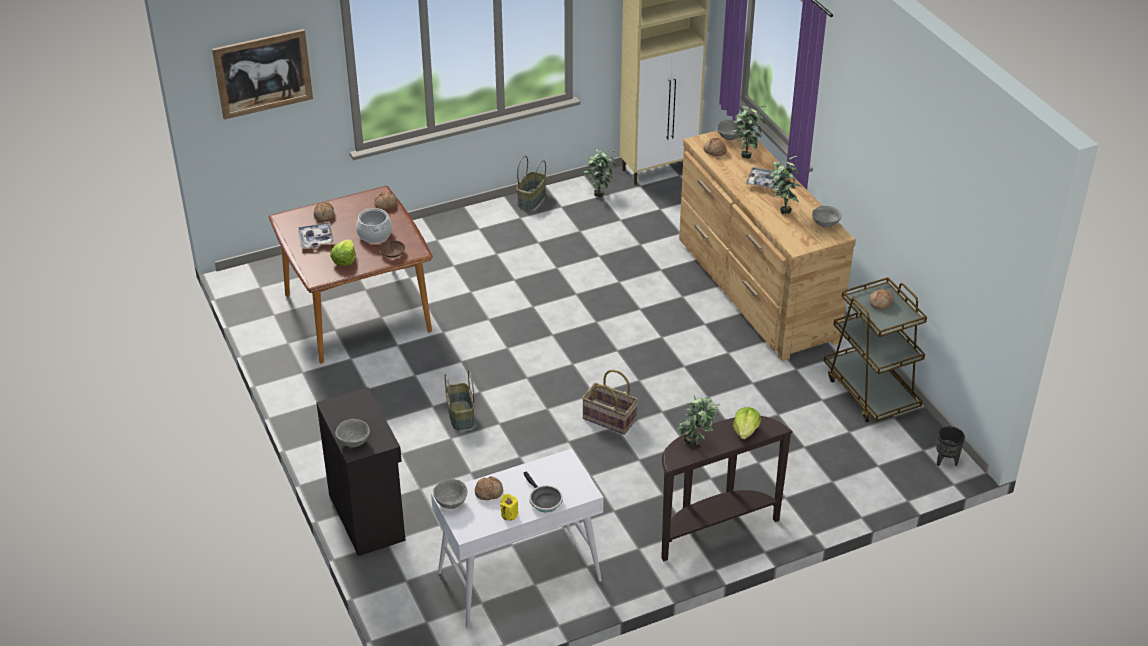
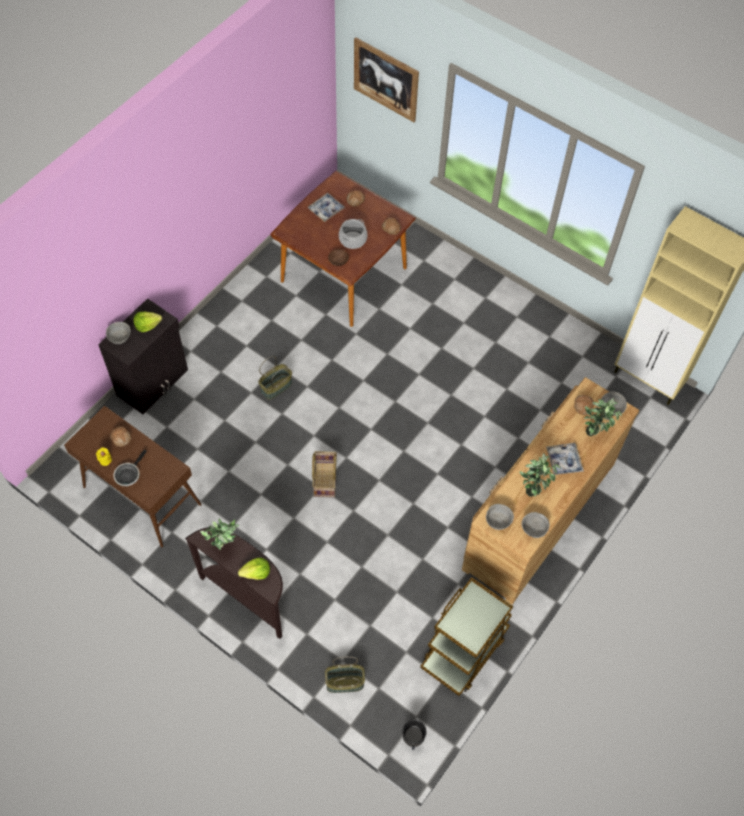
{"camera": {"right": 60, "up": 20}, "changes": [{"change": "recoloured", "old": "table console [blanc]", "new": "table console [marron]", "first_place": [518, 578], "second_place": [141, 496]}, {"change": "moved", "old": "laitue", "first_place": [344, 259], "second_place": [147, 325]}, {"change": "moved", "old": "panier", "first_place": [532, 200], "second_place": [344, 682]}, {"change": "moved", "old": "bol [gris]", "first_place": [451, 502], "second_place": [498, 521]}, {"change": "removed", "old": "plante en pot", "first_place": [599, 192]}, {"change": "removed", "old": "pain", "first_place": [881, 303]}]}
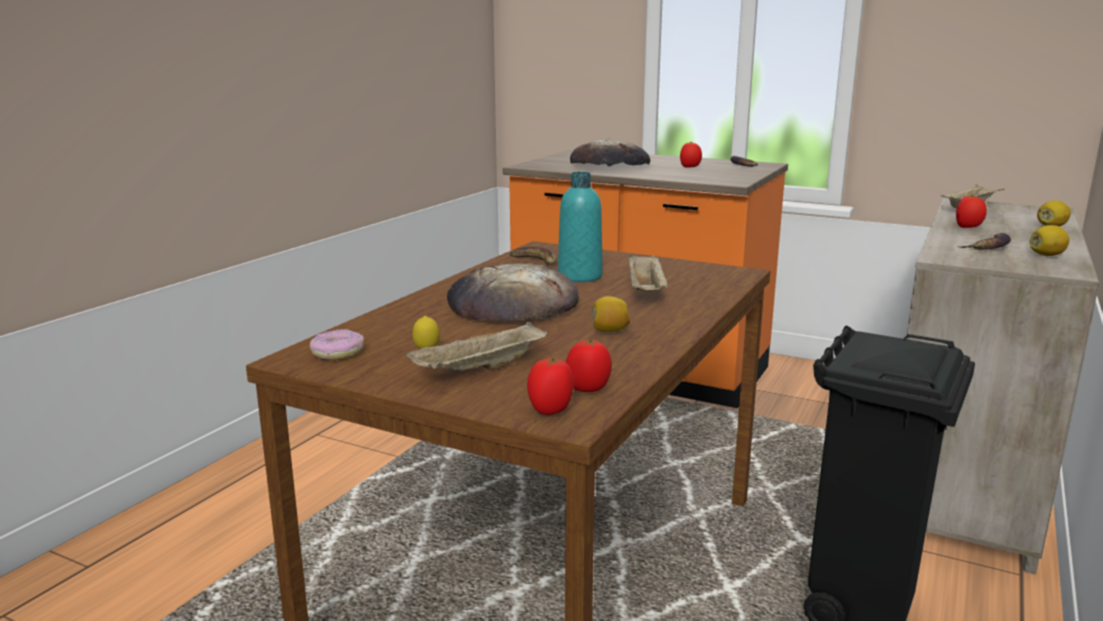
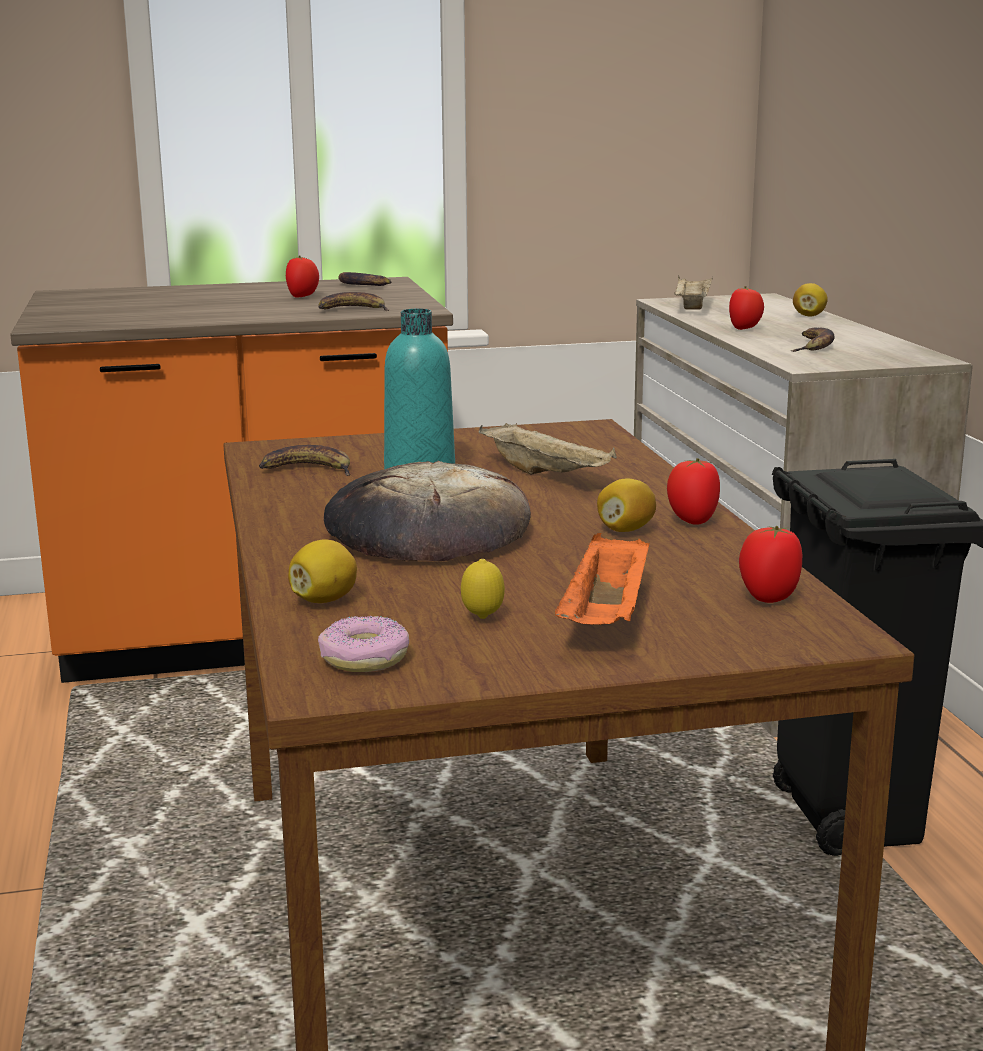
{"camera": {"right": -40, "up": 0}, "changes": [{"change": "moved", "old": "citron", "first_place": [1046, 255], "second_place": [324, 600]}, {"change": "added", "new": "banane", "second_place": [352, 309]}, {"change": "recoloured", "old": "plateau [beige]", "new": "plateau [orange]", "first_place": [480, 370], "second_place": [606, 618]}, {"change": "moved", "old": "tomate", "first_place": [550, 410], "second_place": [691, 521]}, {"change": "removed", "old": "pain", "first_place": [609, 165]}]}
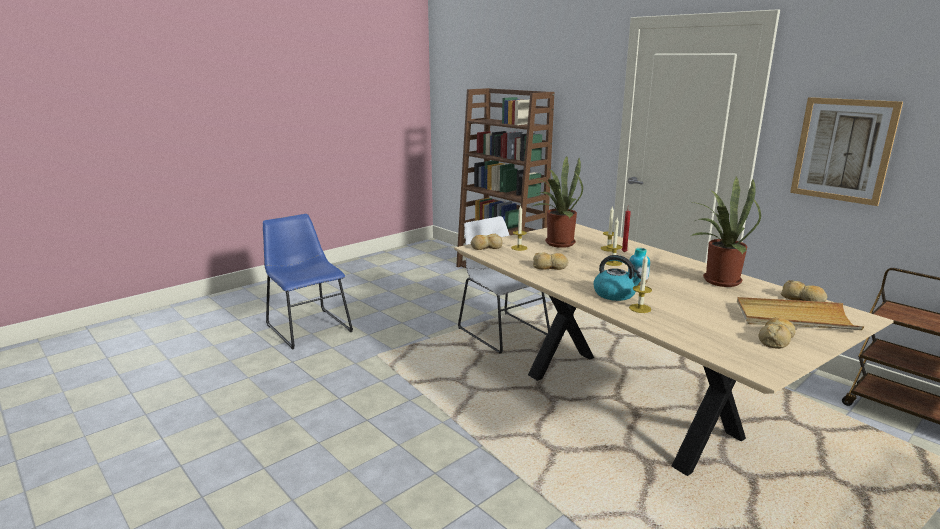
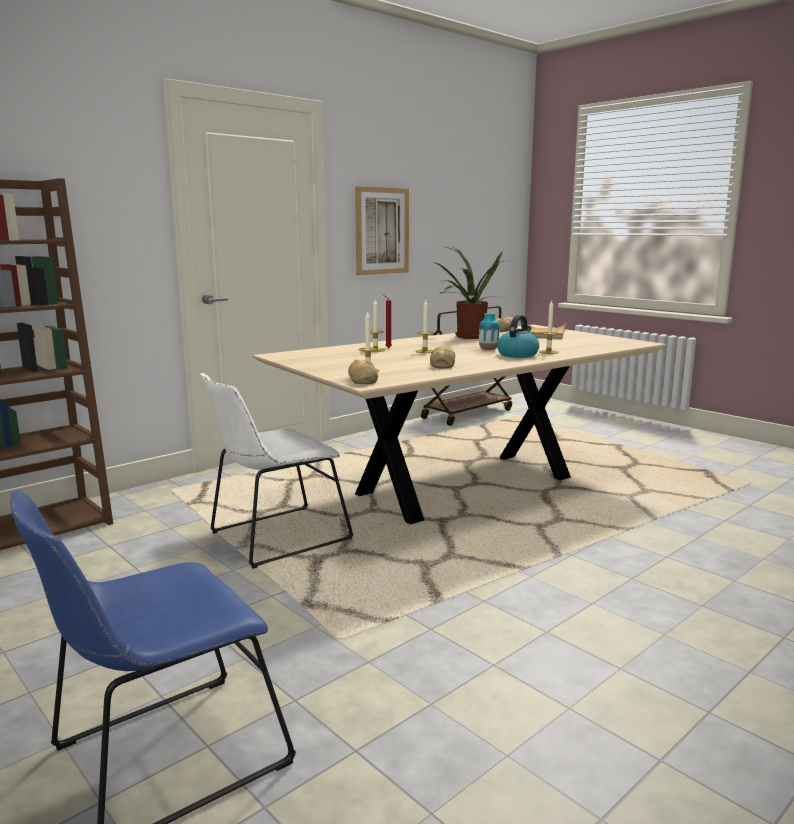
{"camera": {"right": -90, "up": -5}, "changes": [{"change": "removed", "old": "plante en pot", "first_place": [556, 243]}, {"change": "removed", "old": "pain", "first_place": [776, 339]}]}
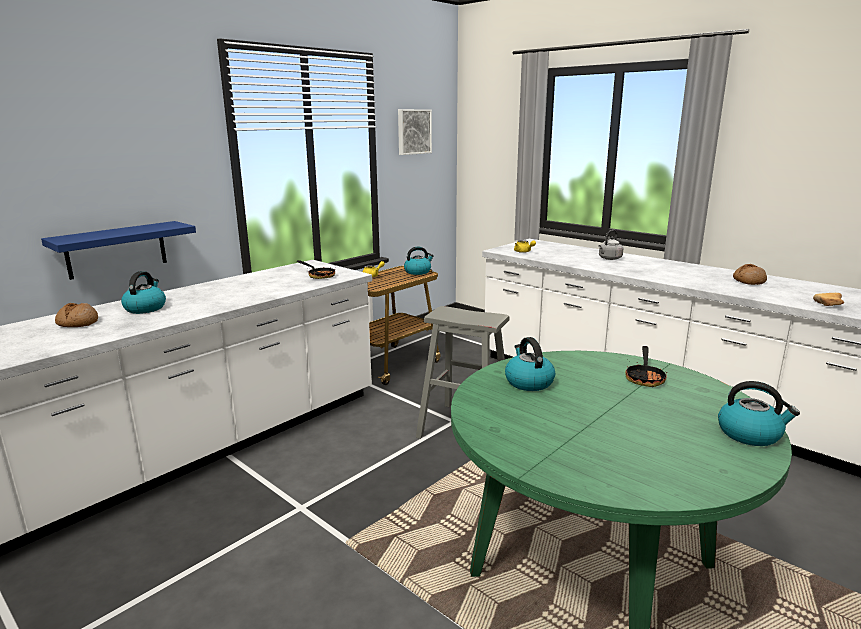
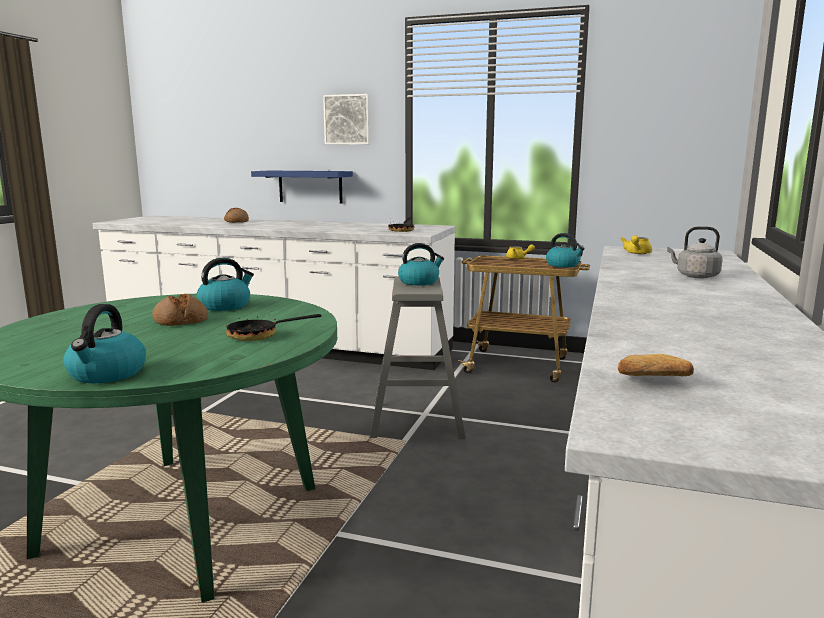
{"camera": {"right": 65, "up": -5}, "changes": [{"change": "moved", "old": "pain", "first_place": [748, 281], "second_place": [180, 320]}, {"change": "moved", "old": "tableau", "first_place": [413, 131], "second_place": [348, 120]}, {"change": "moved", "old": "bouilloire", "first_place": [145, 308], "second_place": [419, 282]}]}
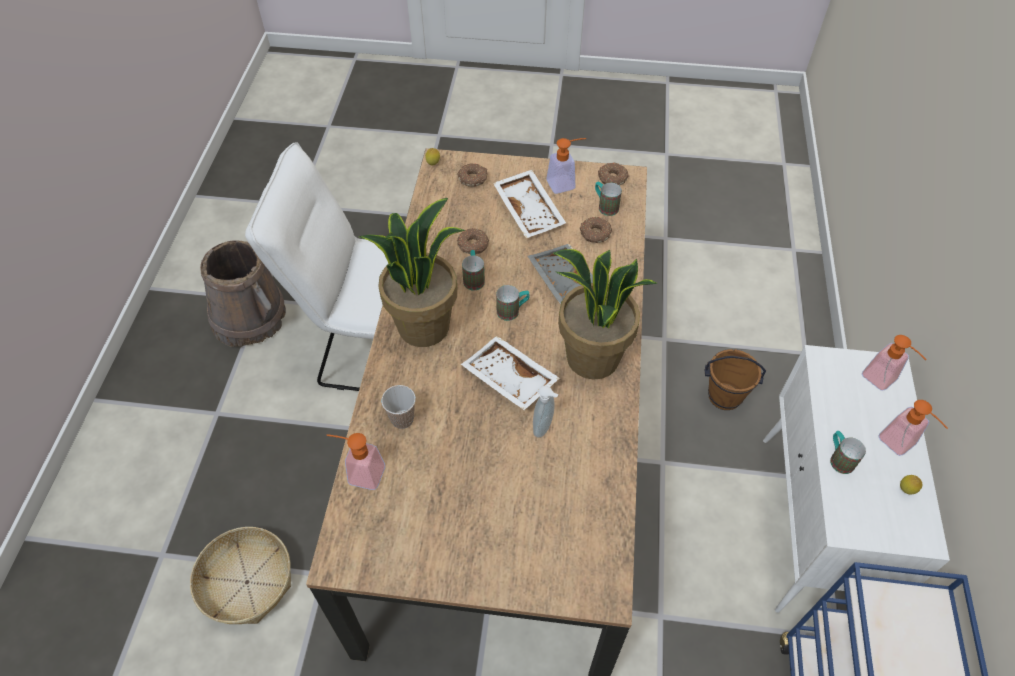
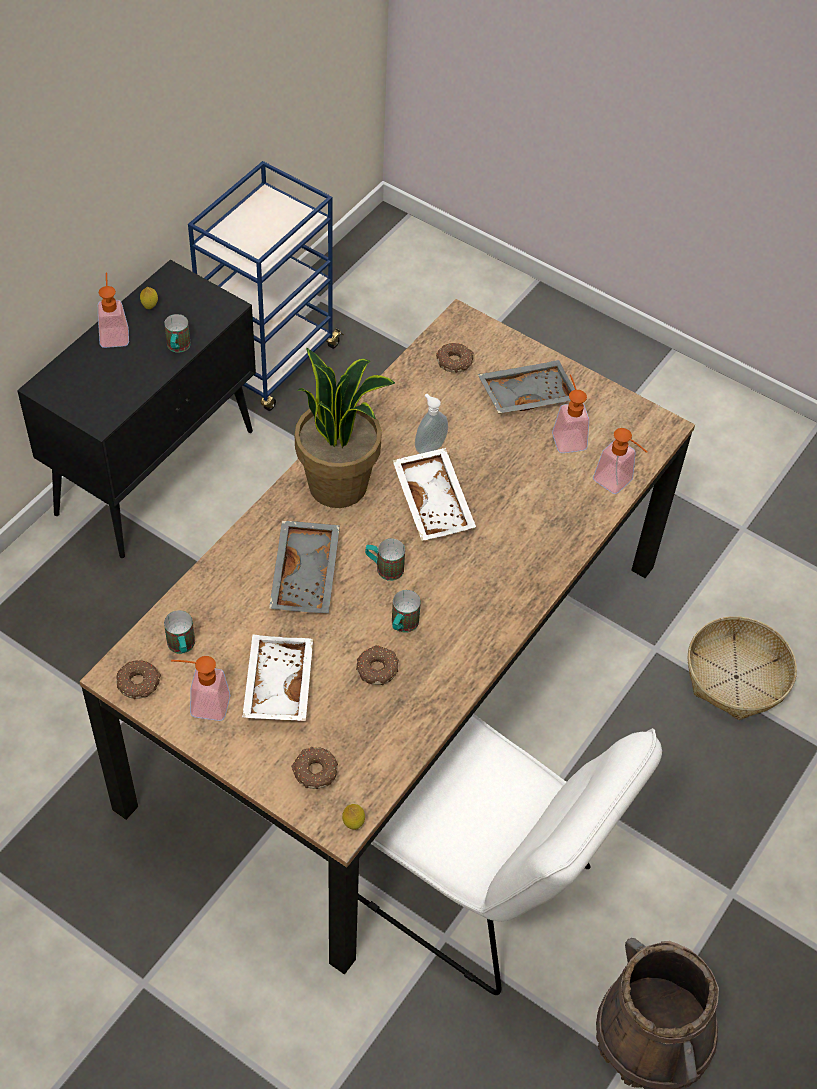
{"camera": {"right": -155, "up": 0}, "changes": [{"change": "recoloured", "old": "meuble de rangement [blanc]", "new": "meuble de rangement [noir]", "first_place": [810, 527], "second_place": [157, 471]}, {"change": "moved", "old": "beignet", "first_place": [594, 234], "second_place": [455, 362]}, {"change": "added", "new": "plateau [gris]", "second_place": [527, 394]}, {"change": "moved", "old": "distributeur de savon", "first_place": [884, 381], "second_place": [567, 436]}, {"change": "removed", "old": "plante en pot", "first_place": [423, 325]}, {"change": "removed", "old": "tasse", "first_place": [402, 419]}, {"change": "removed", "old": "seau [marron]", "first_place": [724, 397]}]}
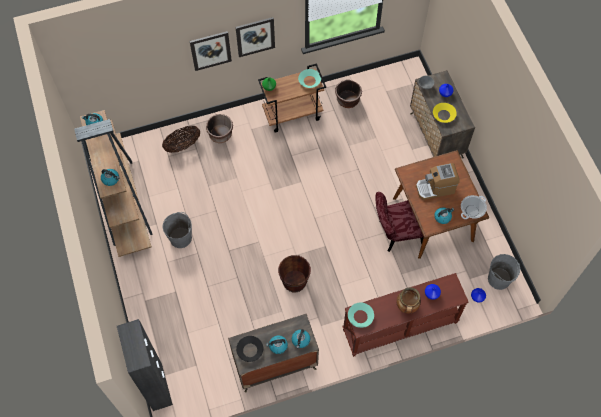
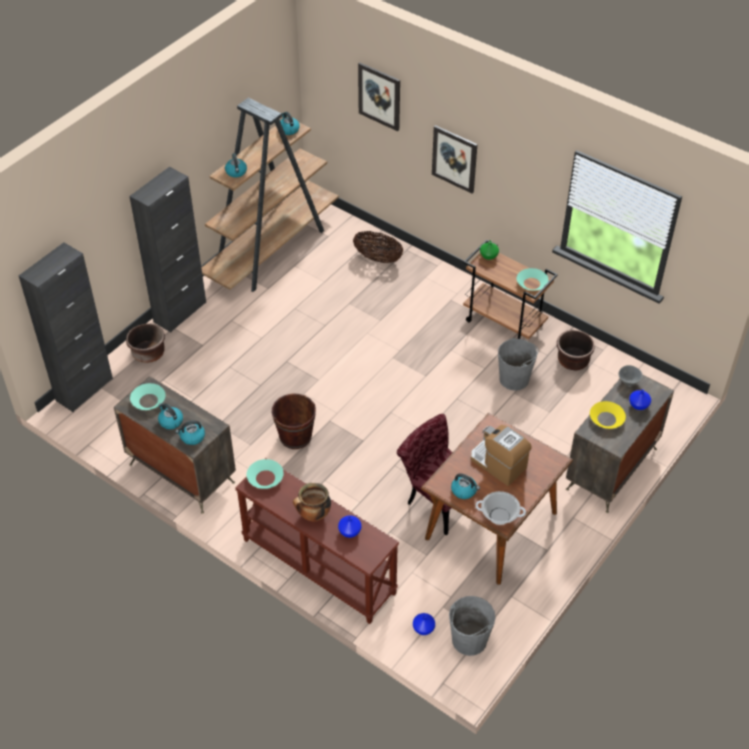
{"camera": {"right": 55, "up": -15}, "changes": [{"change": "moved", "old": "cache-pot [marron]", "first_place": [220, 134], "second_place": [148, 353]}, {"change": "added", "new": "meuble de rangement [noir]", "second_place": [180, 312]}, {"change": "recoloured", "old": "bol [noir]", "new": "bol [turquoise]", "first_place": [250, 350], "second_place": [148, 400]}, {"change": "moved", "old": "tableau", "first_place": [255, 36], "second_place": [379, 96]}, {"change": "moved", "old": "seau [gris]", "first_place": [181, 238], "second_place": [514, 379]}]}
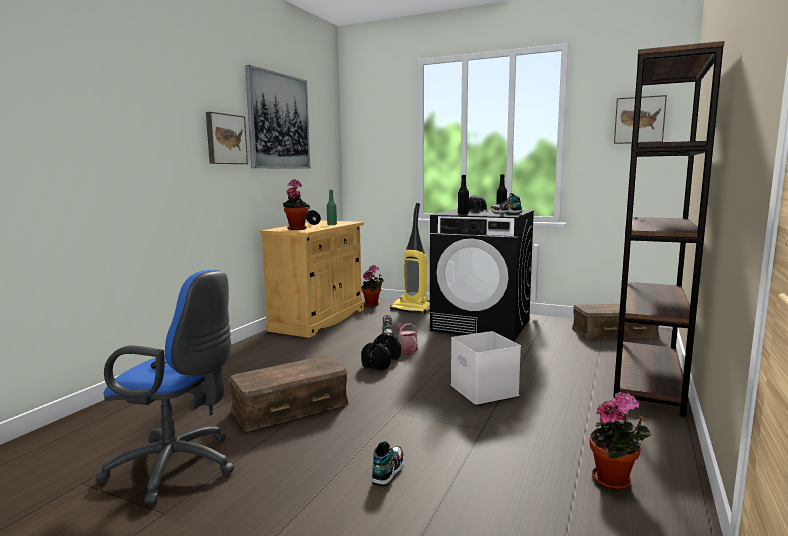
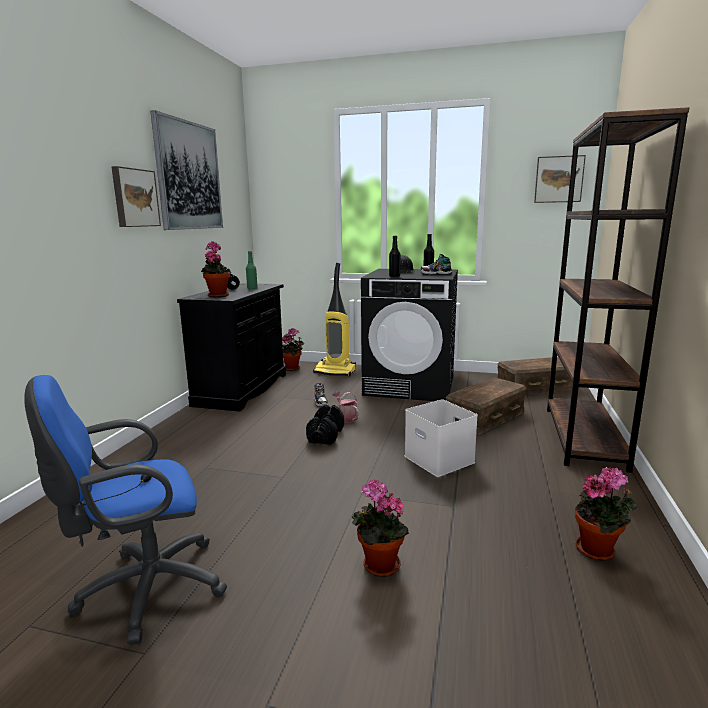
{"camera": {"right": -10, "up": 5}, "changes": [{"change": "turned", "old": "chaise de bureau [bleu]", "first_place": [179, 468], "second_place": [144, 590], "degrees": 150}, {"change": "recoloured", "old": "meuble de rangement [beige]", "new": "meuble de rangement [noir]", "first_place": [318, 320], "second_place": [242, 389]}, {"change": "replaced", "old": "chaussure", "new": "plante en pot", "first_place": [388, 471], "second_place": [378, 566]}, {"change": "moved", "old": "boîte de rangement [marron]", "first_place": [290, 406], "second_place": [484, 416]}]}
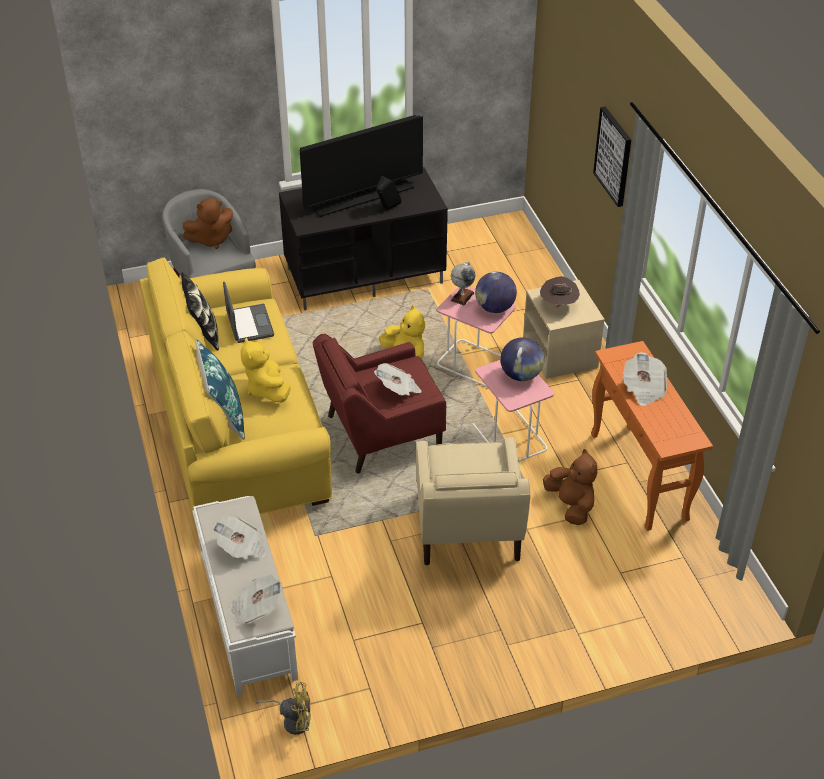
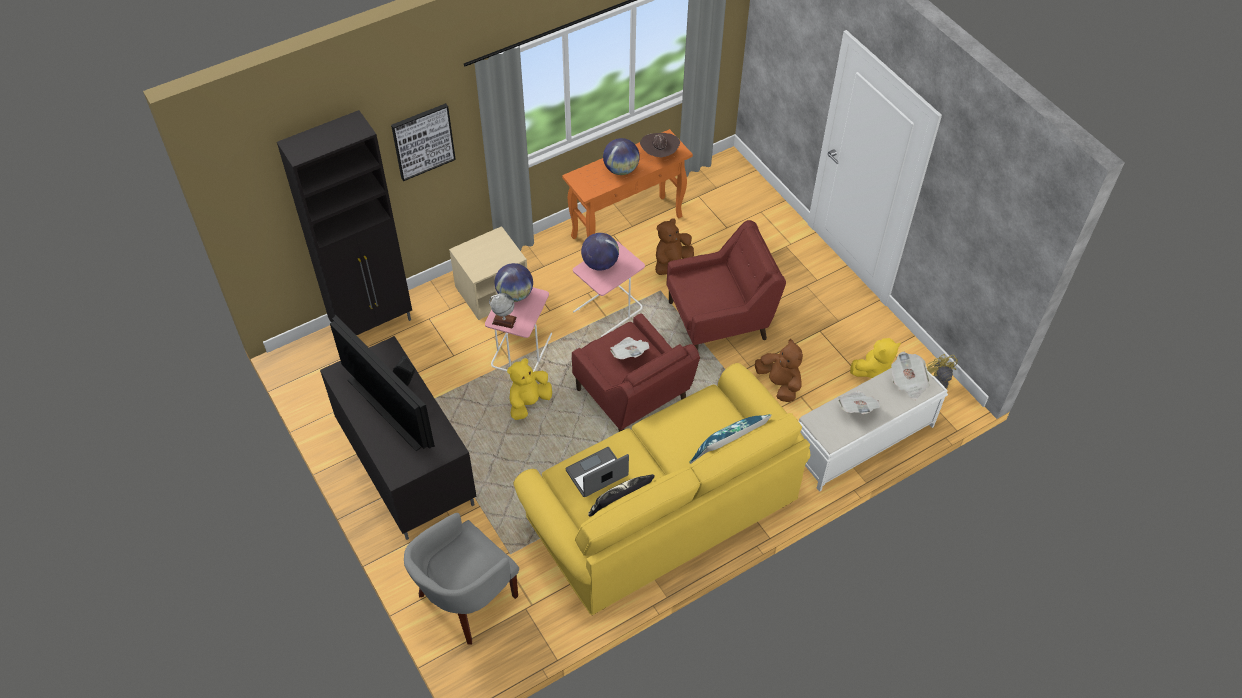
{"camera": {"right": -105, "up": 10}, "changes": [{"change": "added", "new": "meuble de rangement [noir]", "second_place": [374, 324]}, {"change": "replaced", "old": "journal", "new": "globe", "first_place": [643, 389], "second_place": [621, 169]}, {"change": "moved", "old": "chapeau [marron]", "first_place": [558, 305], "second_place": [659, 155]}, {"change": "recoloured", "old": "fauteuil [beige]", "new": "fauteuil [rouge]", "first_place": [467, 529], "second_place": [719, 320]}, {"change": "moved", "old": "peluche [marron]", "first_place": [212, 239], "second_place": [779, 384]}, {"change": "moved", "old": "peluche [jaune]", "first_place": [267, 389], "second_place": [873, 369]}]}
